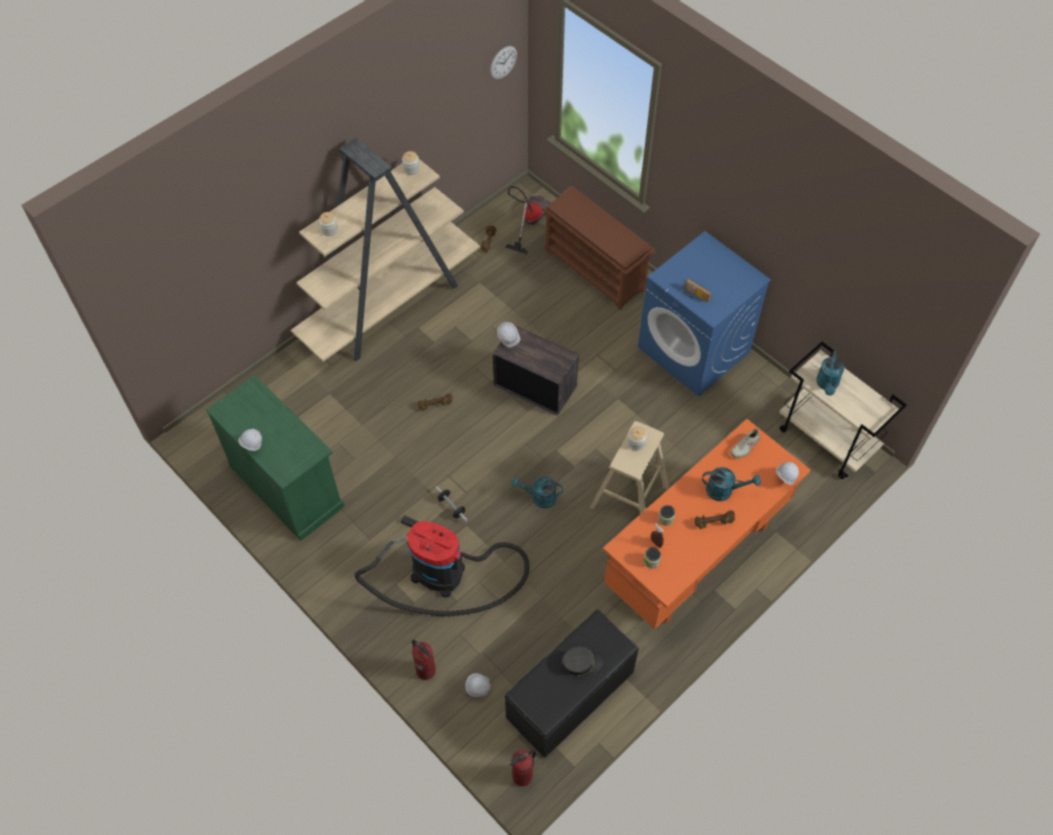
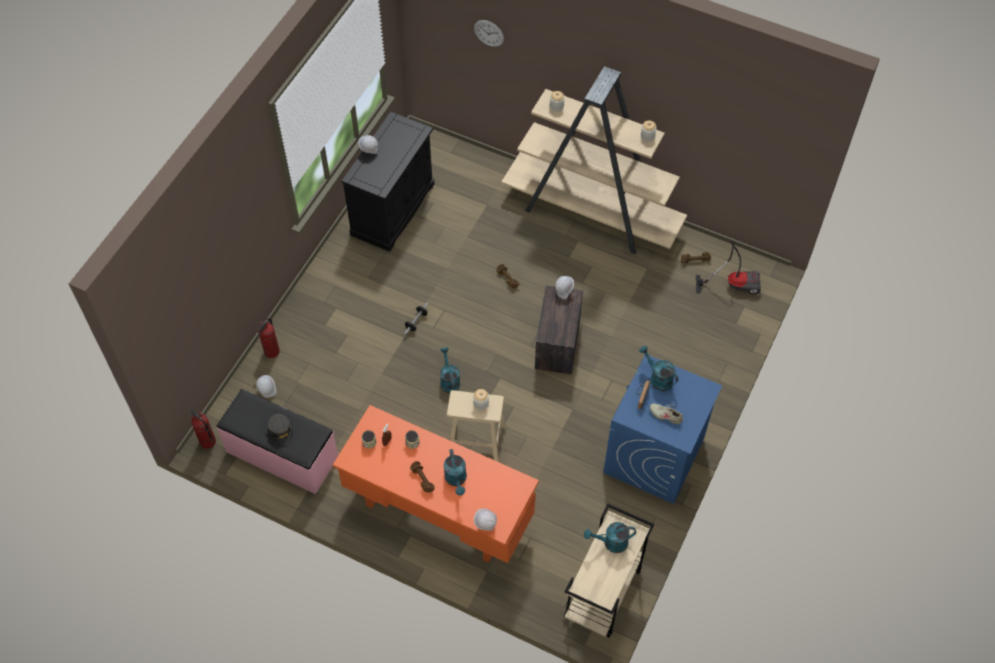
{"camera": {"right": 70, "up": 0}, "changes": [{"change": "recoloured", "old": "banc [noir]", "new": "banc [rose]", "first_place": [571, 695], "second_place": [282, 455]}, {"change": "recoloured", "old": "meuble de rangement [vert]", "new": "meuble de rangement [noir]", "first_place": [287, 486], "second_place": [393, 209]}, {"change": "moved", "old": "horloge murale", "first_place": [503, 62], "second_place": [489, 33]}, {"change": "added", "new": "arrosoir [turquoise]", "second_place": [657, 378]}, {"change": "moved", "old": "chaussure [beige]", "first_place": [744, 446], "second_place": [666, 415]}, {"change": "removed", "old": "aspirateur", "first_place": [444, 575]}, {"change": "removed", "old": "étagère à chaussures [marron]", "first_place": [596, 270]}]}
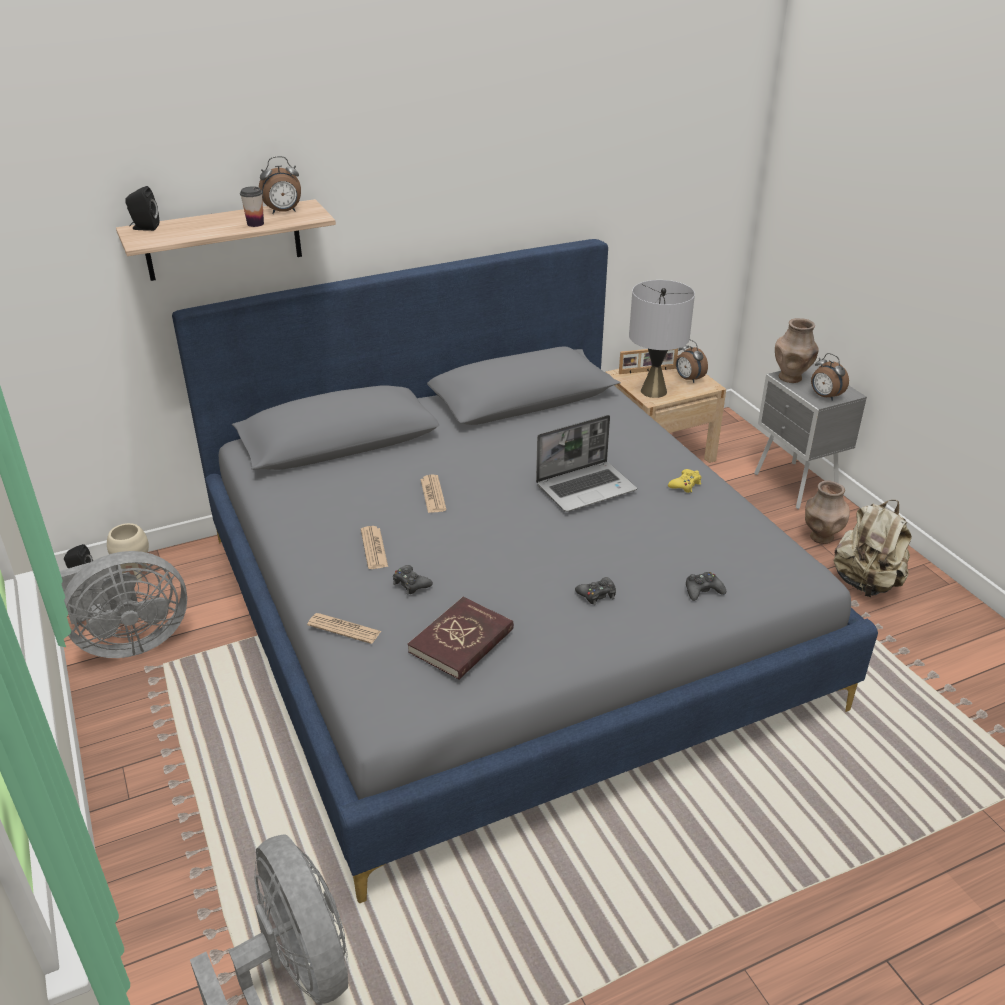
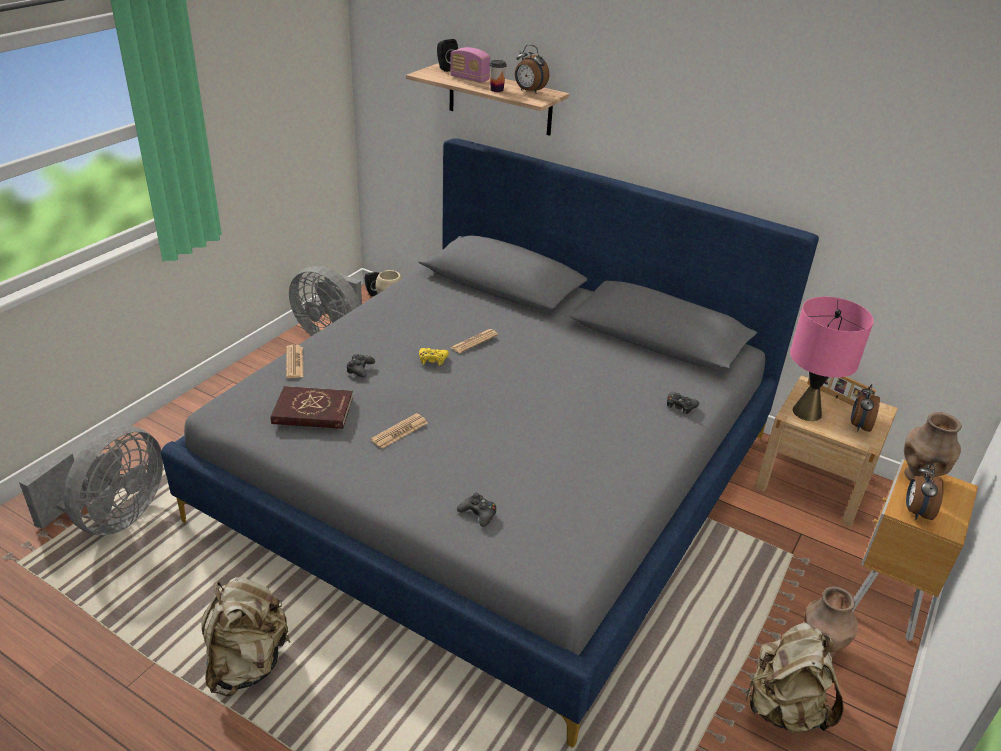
{"camera": {"right": 55, "up": 0}, "changes": [{"change": "added", "new": "sac à dos [beige]", "second_place": [247, 663]}, {"change": "moved", "old": "journal", "first_place": [374, 548], "second_place": [399, 431]}, {"change": "moved", "old": "manette [jaune]", "first_place": [685, 485], "second_place": [433, 359]}, {"change": "added", "new": "radio", "second_place": [469, 79]}, {"change": "moved", "old": "manette [noir]", "first_place": [597, 594], "second_place": [680, 406]}, {"change": "recoloured", "old": "lampe de table [gris]", "new": "lampe de table [rose]", "first_place": [653, 391], "second_place": [806, 412]}, {"change": "recoloured", "old": "table de chevet [gris]", "new": "table de chevet [marron]", "first_place": [795, 486], "second_place": [884, 600]}, {"change": "removed", "old": "ordinateur portable", "first_place": [586, 487]}]}
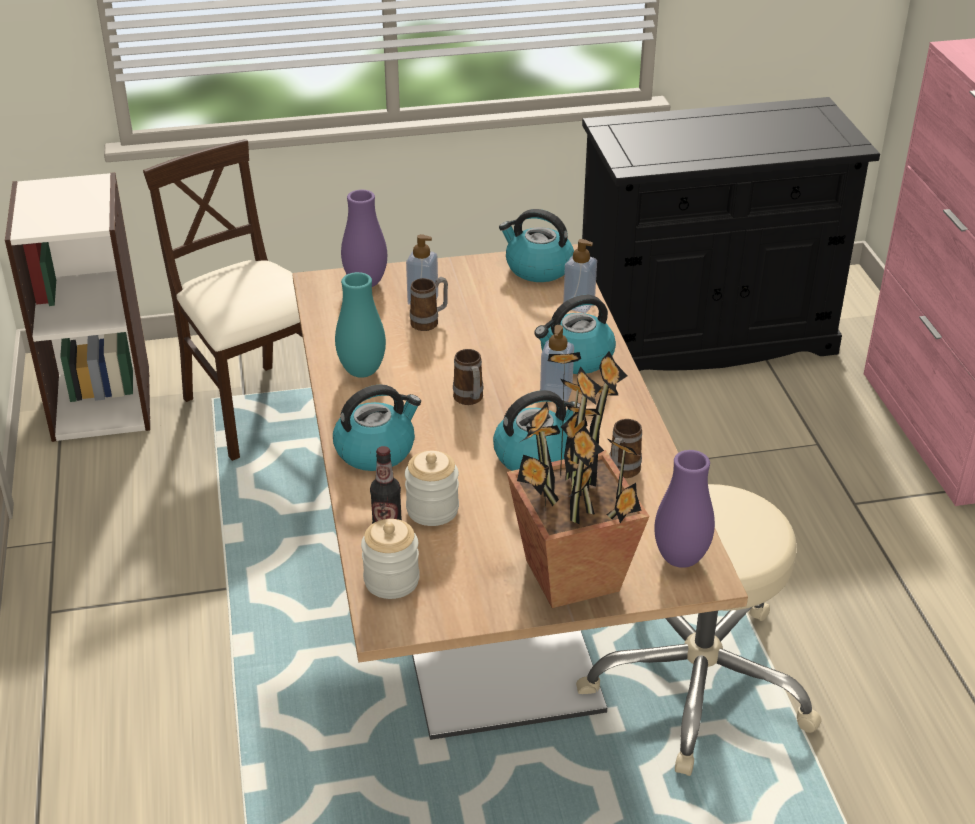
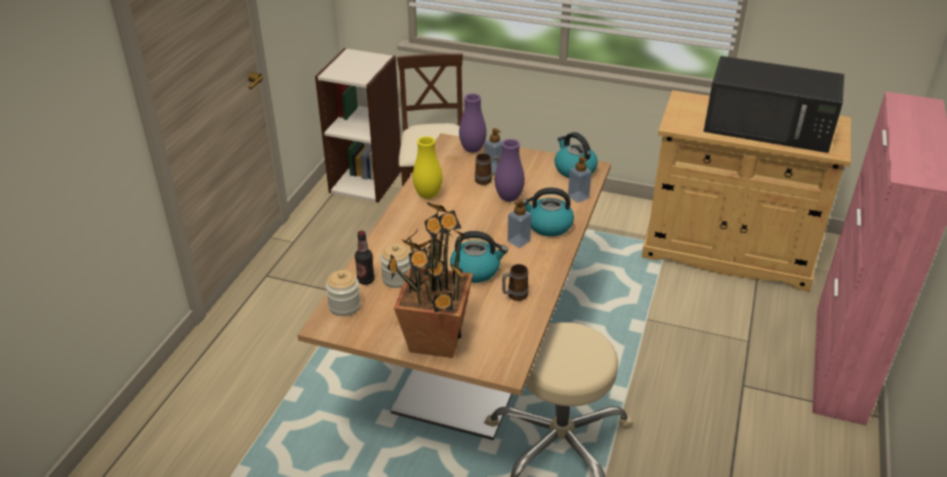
{"camera": {"right": 30, "up": 0}, "changes": [{"change": "recoloured", "old": "vase [turquoise]", "new": "vase [jaune]", "first_place": [362, 371], "second_place": [428, 195]}, {"change": "moved", "old": "vase [violet]", "first_place": [680, 558], "second_place": [509, 198]}, {"change": "recoloured", "old": "meuble de rangement [noir]", "new": "meuble de rangement [beige]", "first_place": [704, 336], "second_place": [727, 252]}, {"change": "added", "new": "micro-ondes [noir]", "second_place": [769, 127]}, {"change": "removed", "old": "bouilloire", "first_place": [376, 450]}, {"change": "removed", "old": "mug", "first_place": [470, 400]}]}
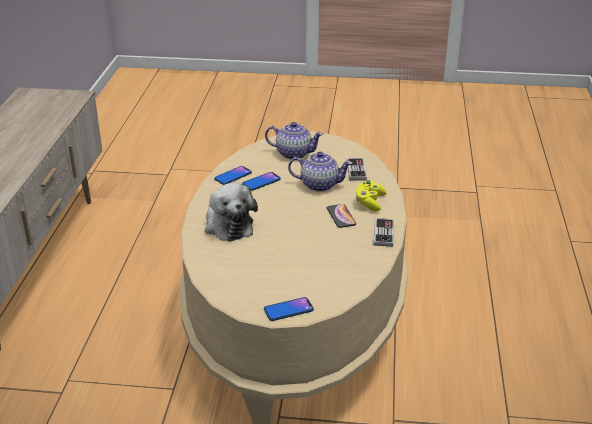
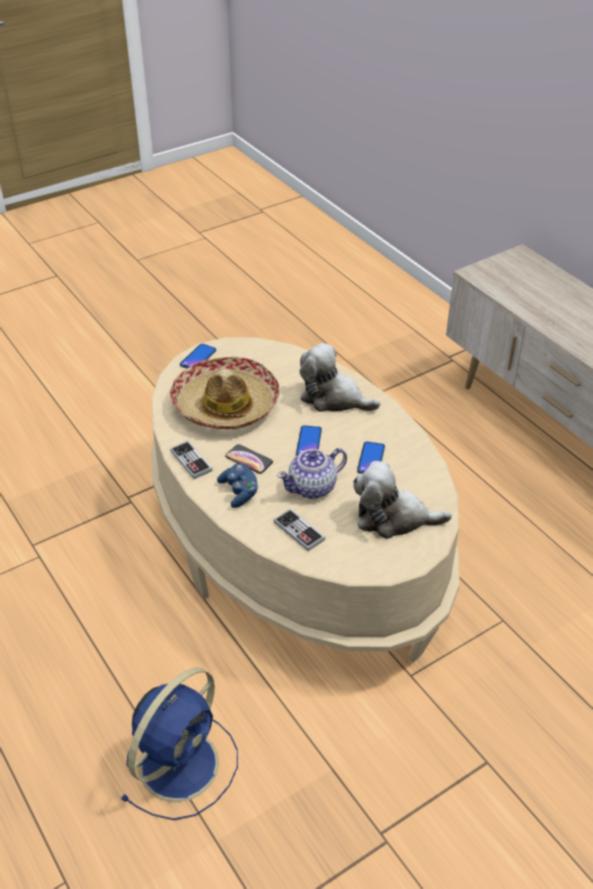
{"camera": {"right": 140, "up": 10}, "changes": [{"change": "added", "new": "ventilateur [bleu]", "second_place": [181, 762]}, {"change": "added", "new": "chapeau", "second_place": [226, 405]}, {"change": "recoloured", "old": "manette [jaune]", "new": "manette [bleu]", "first_place": [369, 202], "second_place": [239, 492]}, {"change": "moved", "old": "téléphone", "first_place": [233, 176], "second_place": [309, 442]}, {"change": "replaced", "old": "théière", "new": "peluche", "first_place": [293, 153], "second_place": [393, 518]}]}
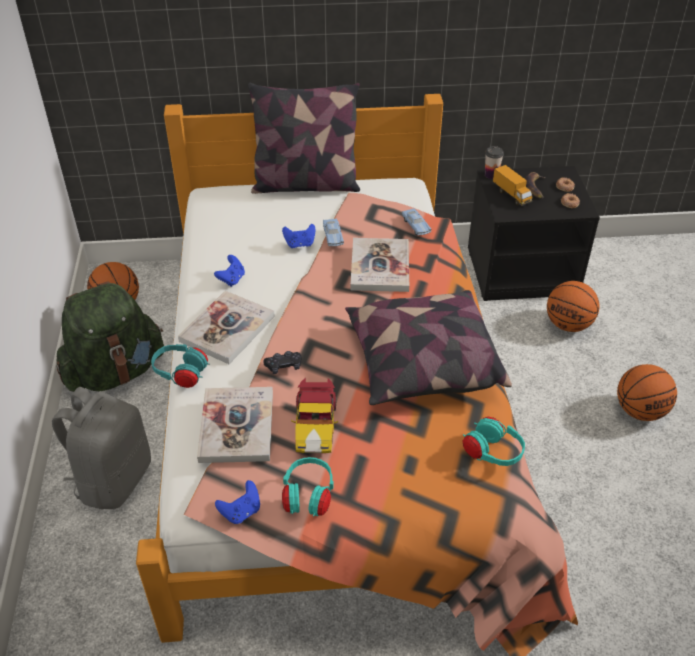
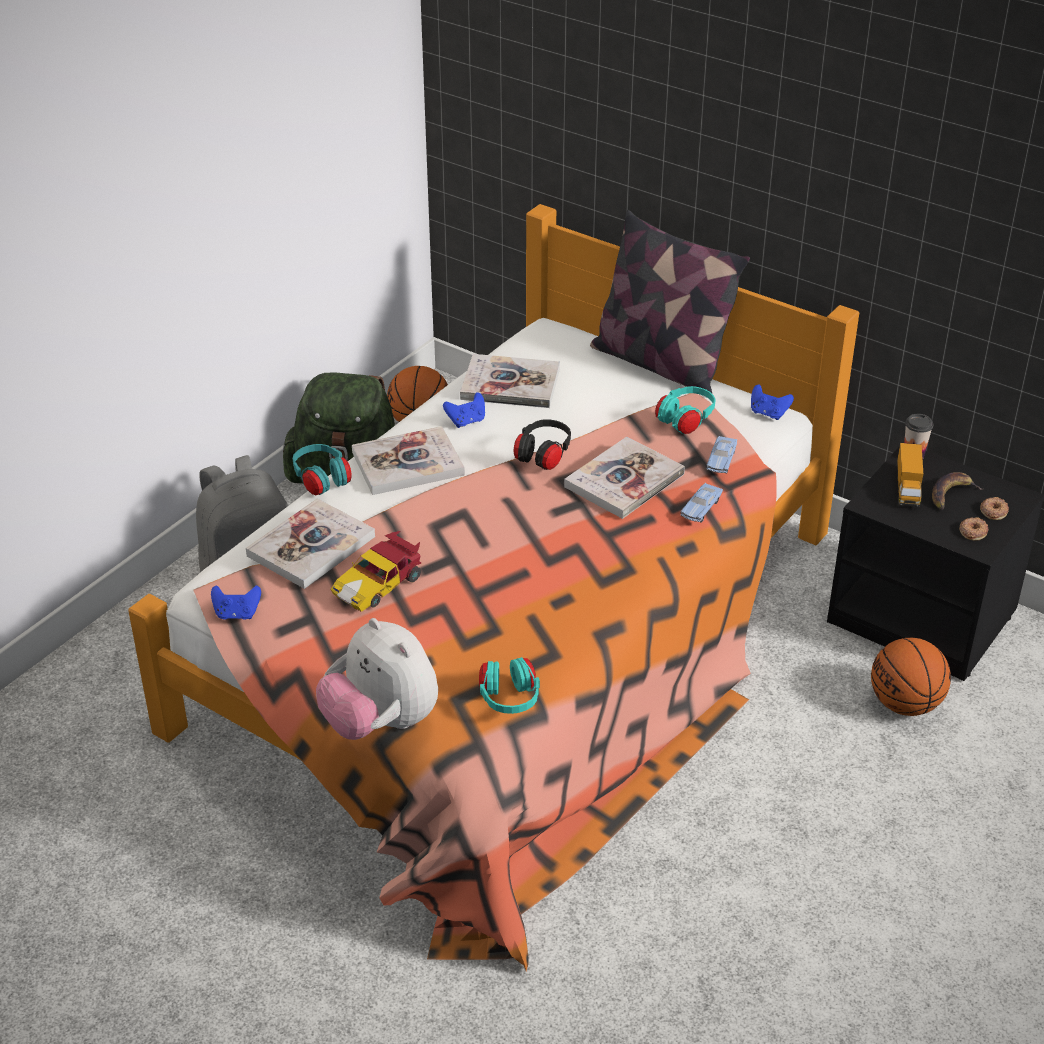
{"camera": {"right": 40, "up": -5}, "changes": [{"change": "added", "new": "peluche", "second_place": [381, 723]}, {"change": "added", "new": "livre", "second_place": [510, 384]}, {"change": "added", "new": "casque audio [noir]", "second_place": [543, 457]}, {"change": "moved", "old": "casque audio [turquoise]", "first_place": [308, 497], "second_place": [685, 421]}, {"change": "moved", "old": "petite voiture [bleu]", "first_place": [333, 236], "second_place": [701, 508]}, {"change": "moved", "old": "manette [bleu]", "first_place": [300, 244], "second_place": [768, 413]}, {"change": "removed", "old": "manette [noir]", "first_place": [284, 366]}, {"change": "removed", "old": "coussin", "first_place": [422, 364]}, {"change": "removed", "old": "ballon de basket", "first_place": [640, 410]}]}
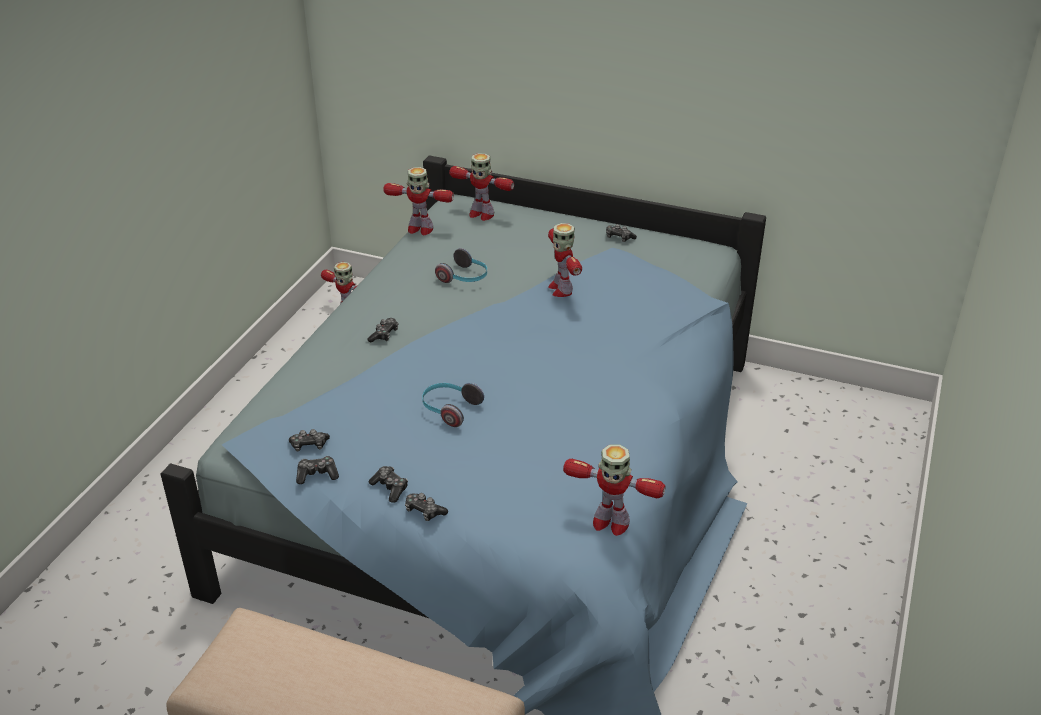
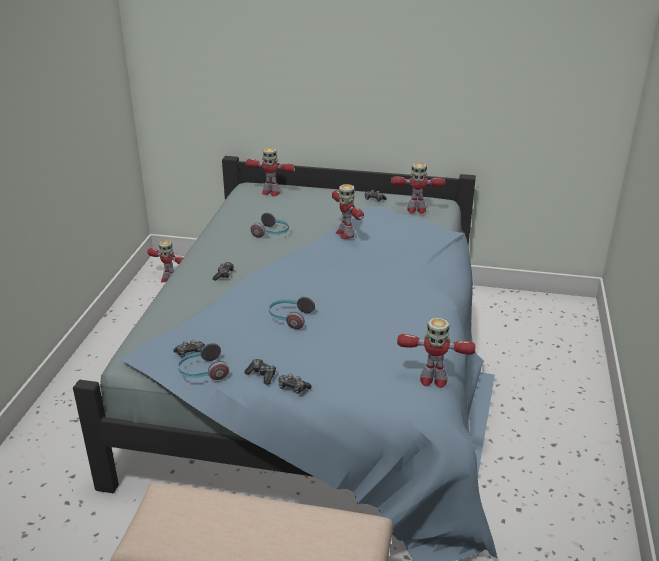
{"camera": {"right": -10, "up": -5}, "changes": [{"change": "replaced", "old": "manette", "new": "casque audio", "first_place": [317, 474], "second_place": [202, 372]}, {"change": "moved", "old": "robot jouet", "first_place": [419, 229], "second_place": [416, 209]}]}
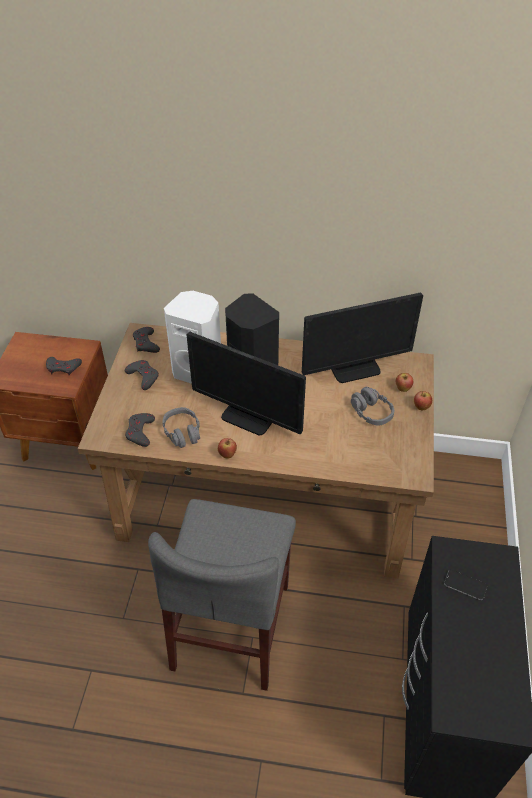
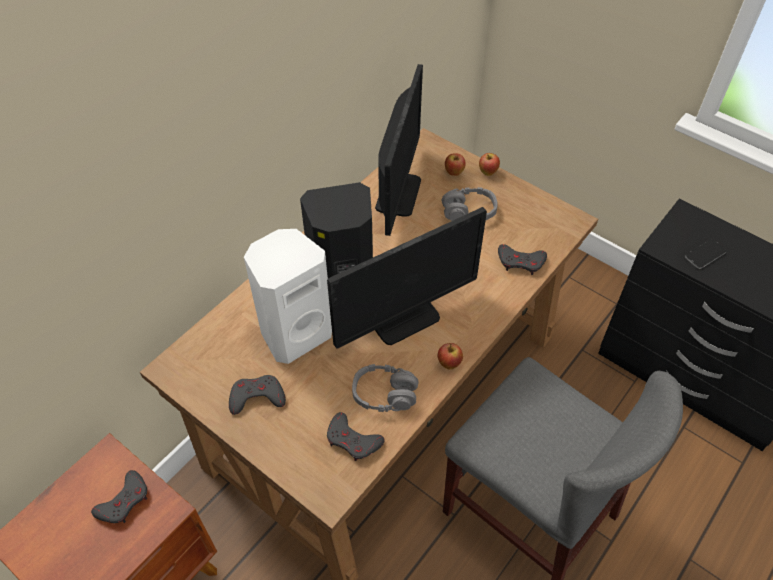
{"camera": {"right": -60, "up": 5}, "changes": [{"change": "moved", "old": "manette [gris]", "first_place": [146, 343], "second_place": [521, 262]}]}
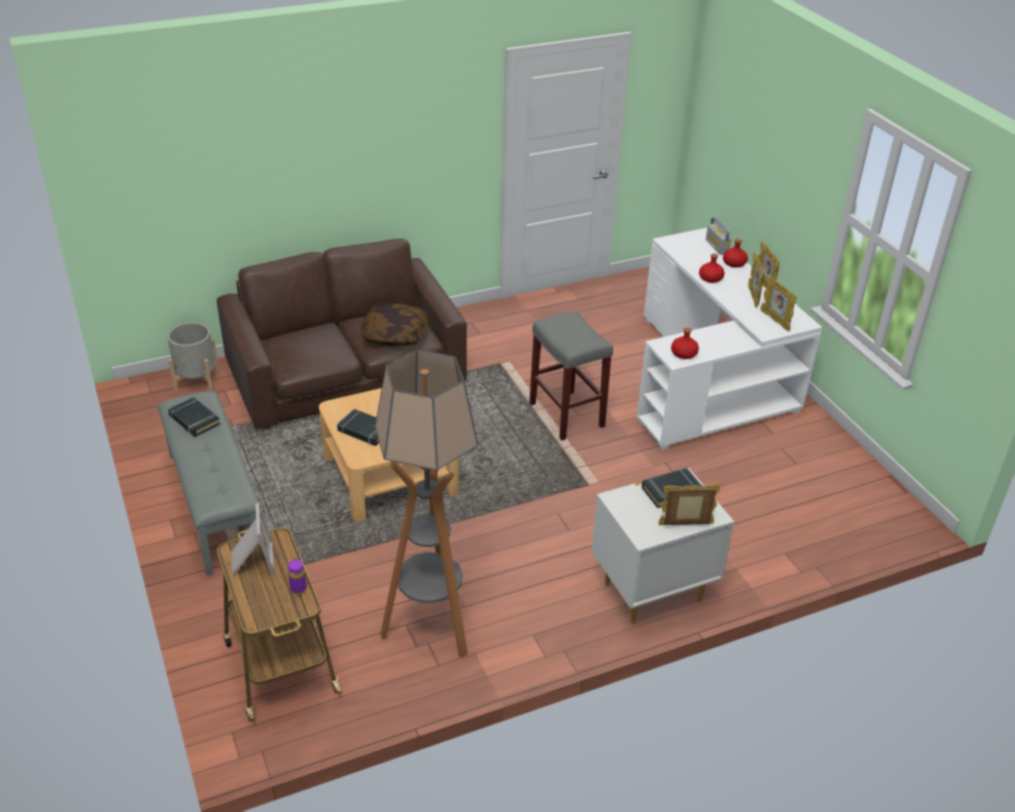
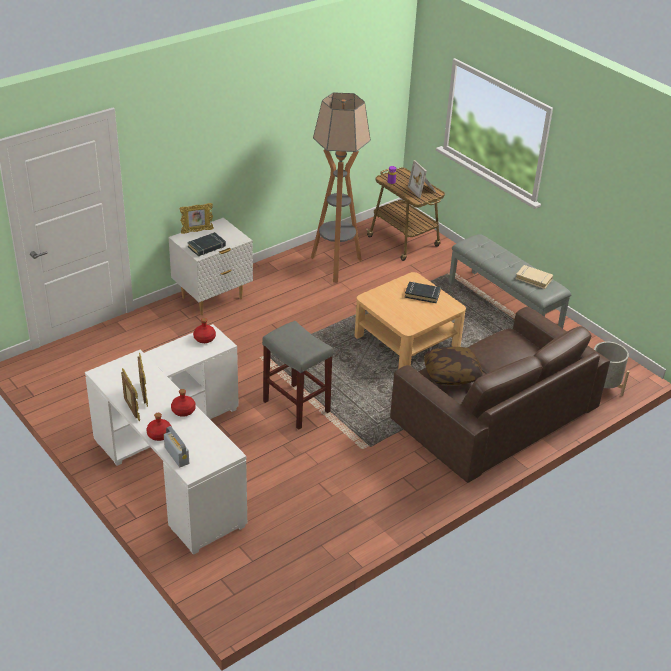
{"camera": {"right": 165, "up": 0}, "changes": [{"change": "recoloured", "old": "livre [noir]", "new": "livre [beige]", "first_place": [194, 420], "second_place": [534, 279]}, {"change": "removed", "old": "cadre photo", "first_place": [775, 321]}]}
